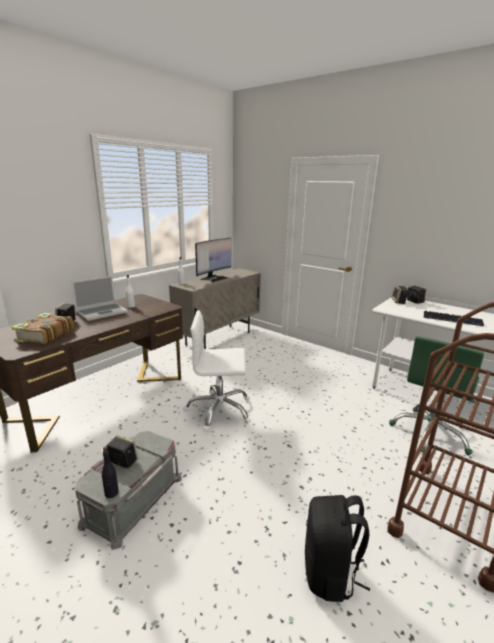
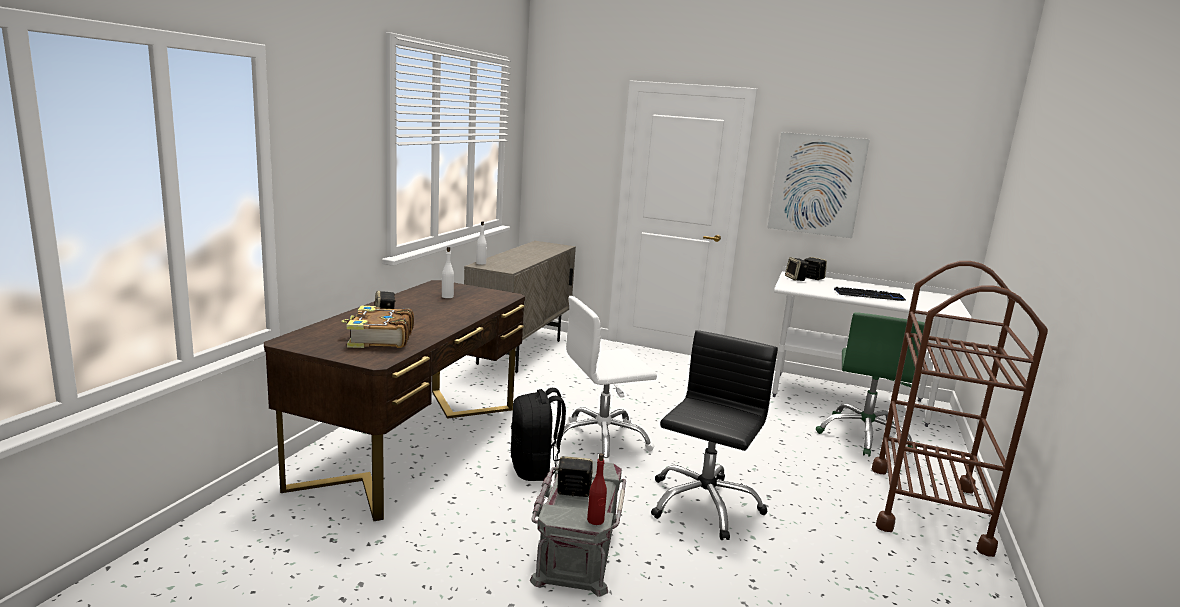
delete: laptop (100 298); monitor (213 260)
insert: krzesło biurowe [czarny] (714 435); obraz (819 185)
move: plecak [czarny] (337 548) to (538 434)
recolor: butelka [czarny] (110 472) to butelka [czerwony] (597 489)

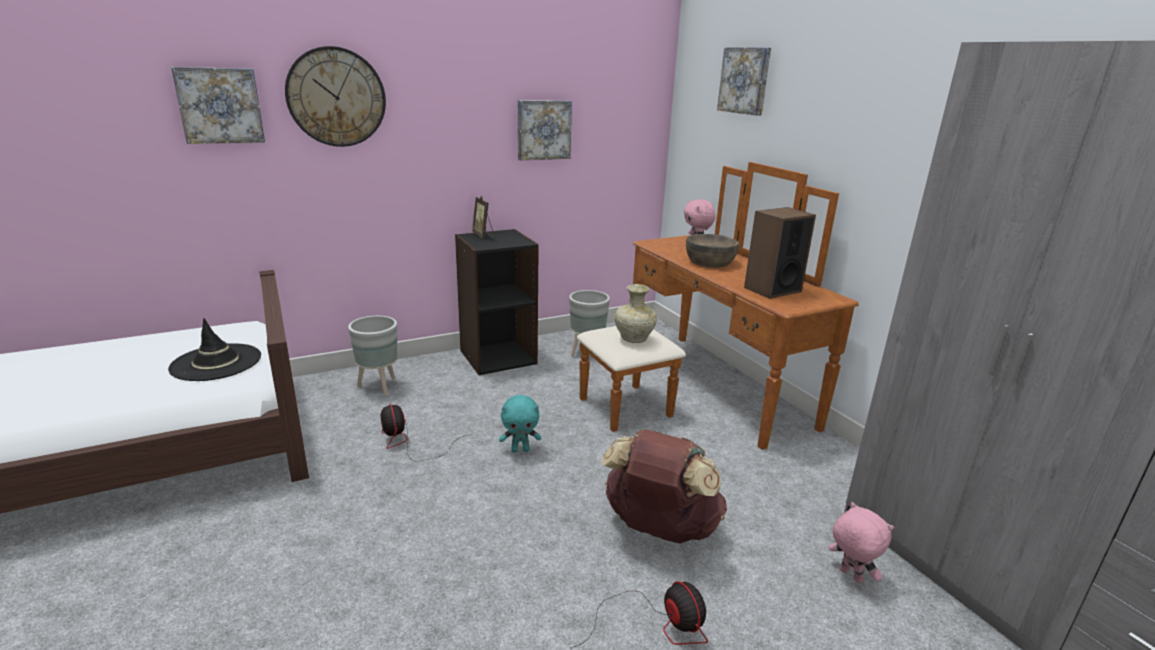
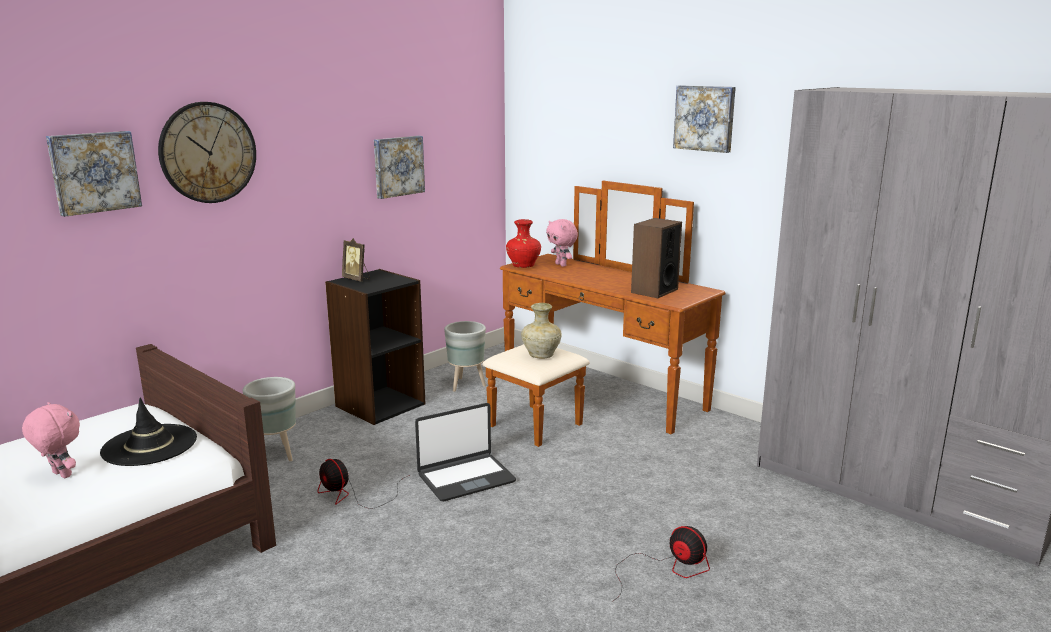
delete: plecak [brązowy] (664 486); miska [brązowy] (712 251)
insert: wazon [czerwony] (523 243)
move: obraz (744 81) to (704 119); pluszak [różowy] (861 542) to (51 440)
replace: pluszak [turkusowy] (520 423) to laptop (465 452)

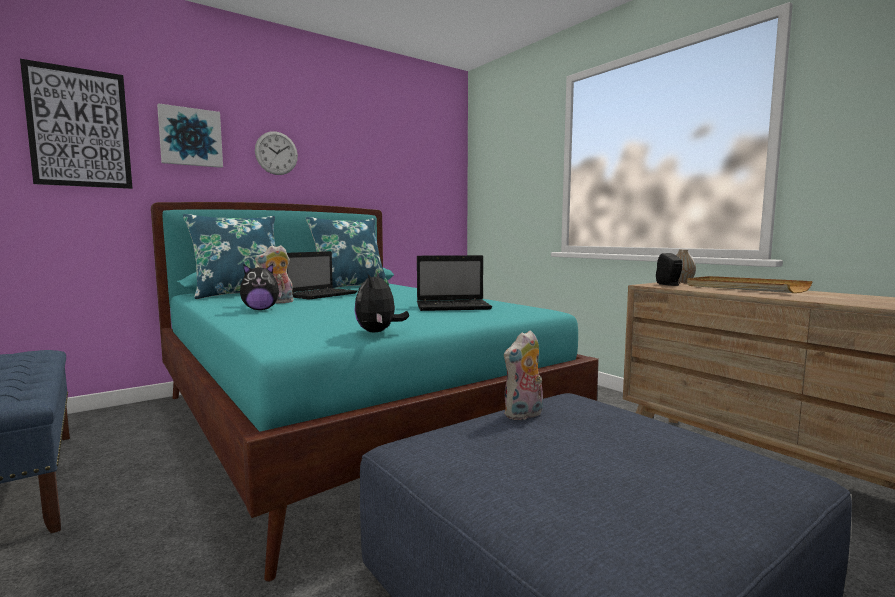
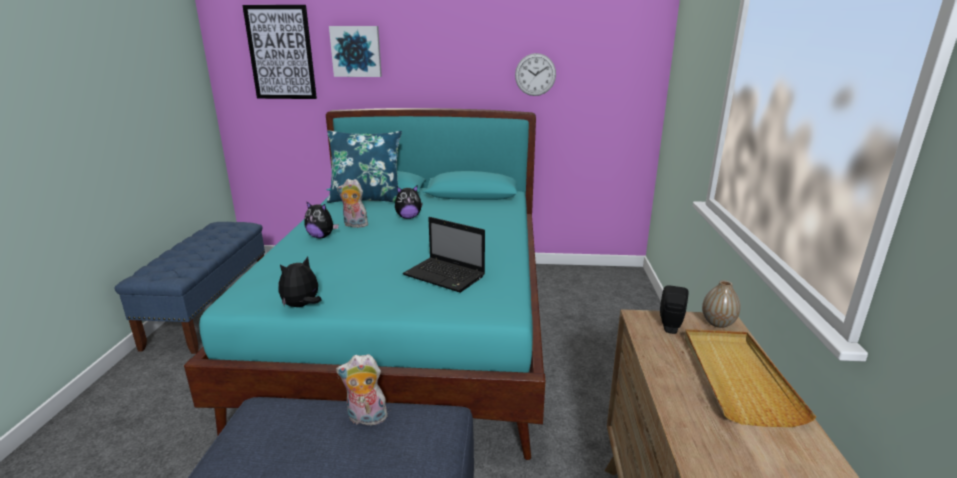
delete: poduszka [niebieski] (347 252)
move: zegar ścienny (276 153) to (535 74)
replace: laptop (322 275) to pluszak (409 202)

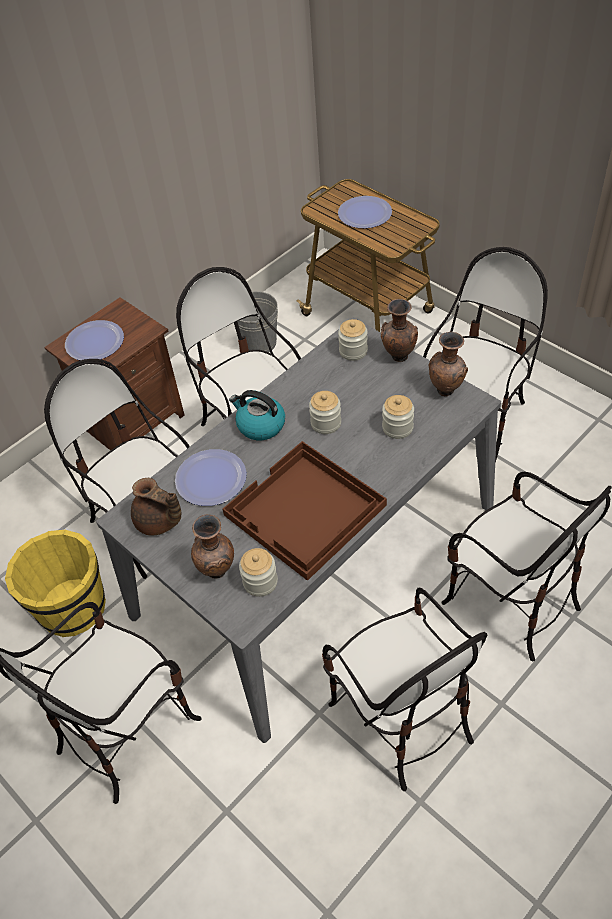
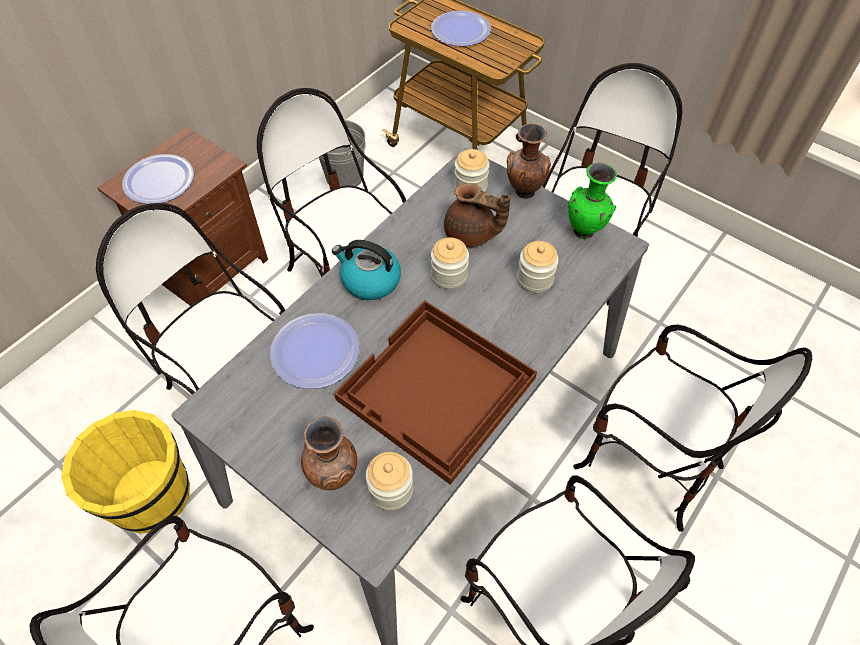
move: imbryk [brązowy] (156 507) to (477 215)
recolor: wazon [brązowy] (448 364) to wazon [zielony] (592 200)

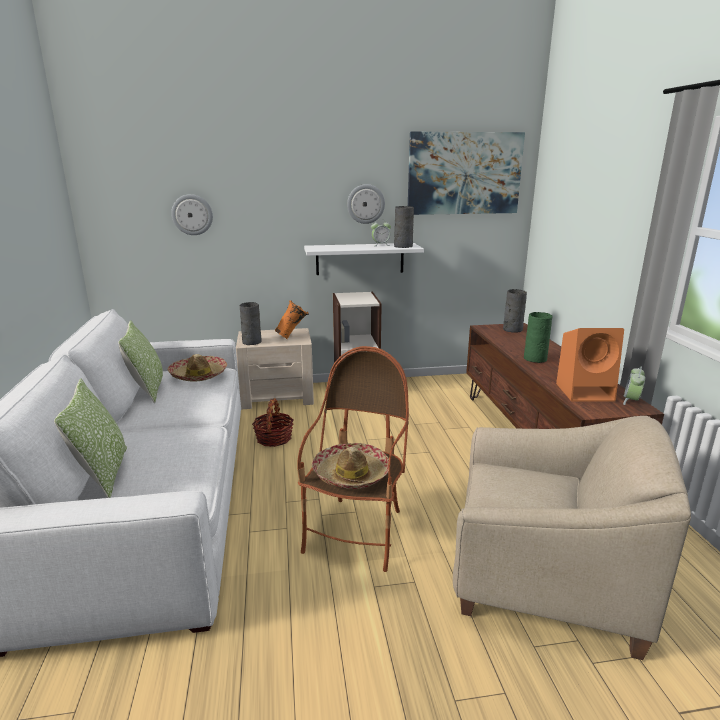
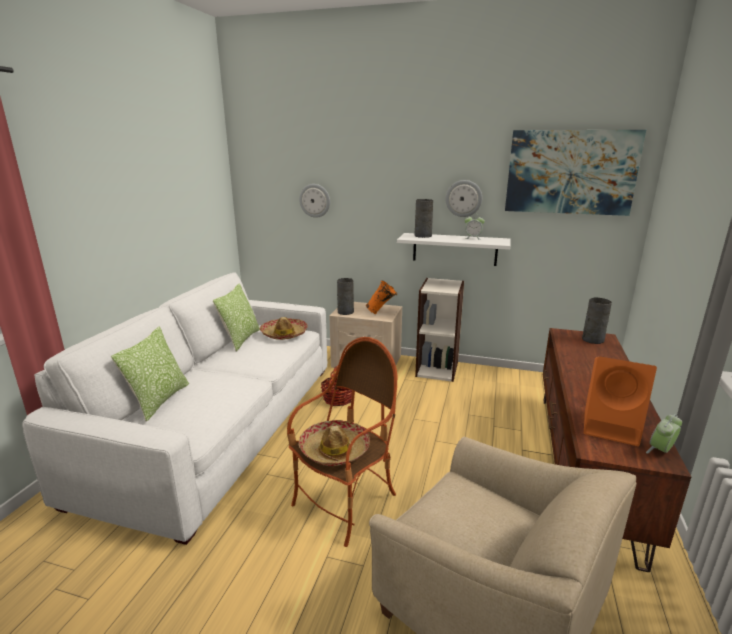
delete: wazon [zielony] (538 337)
move: wazon [szary] (404 227) to (424 218)

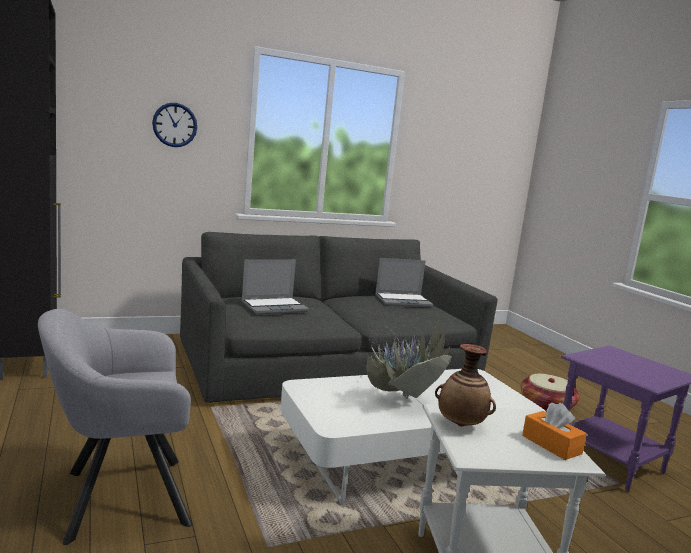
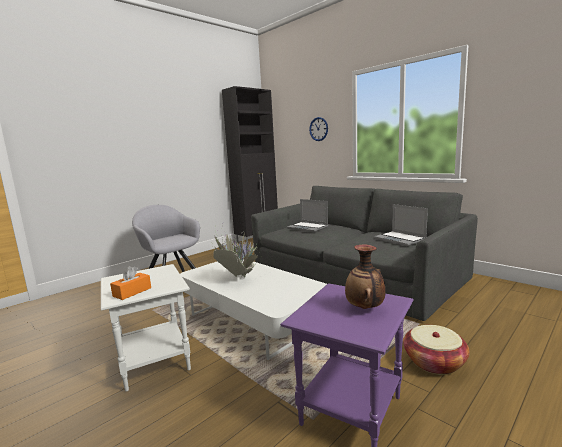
move: wazon (465 385) to (365 276)

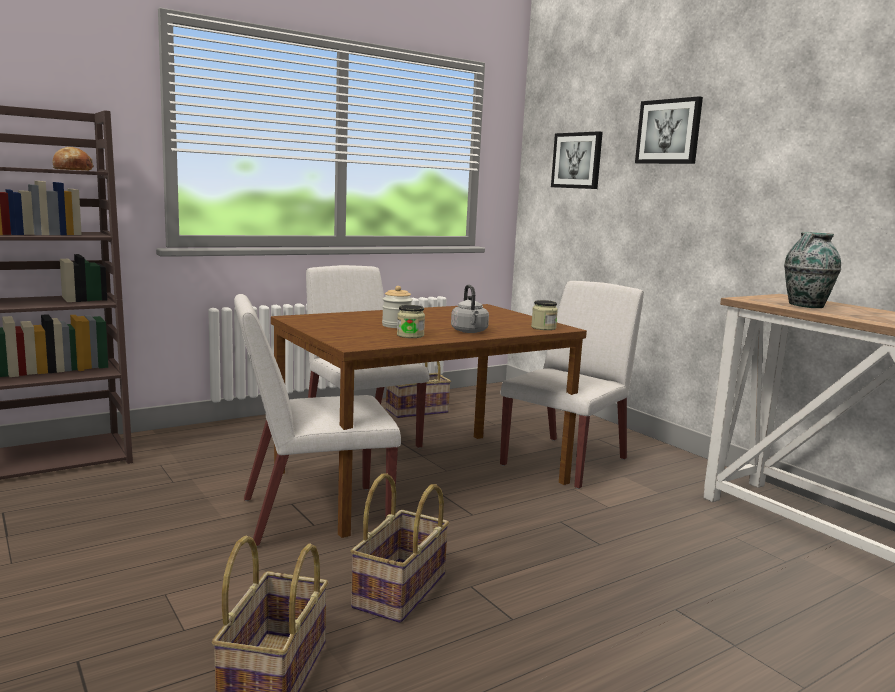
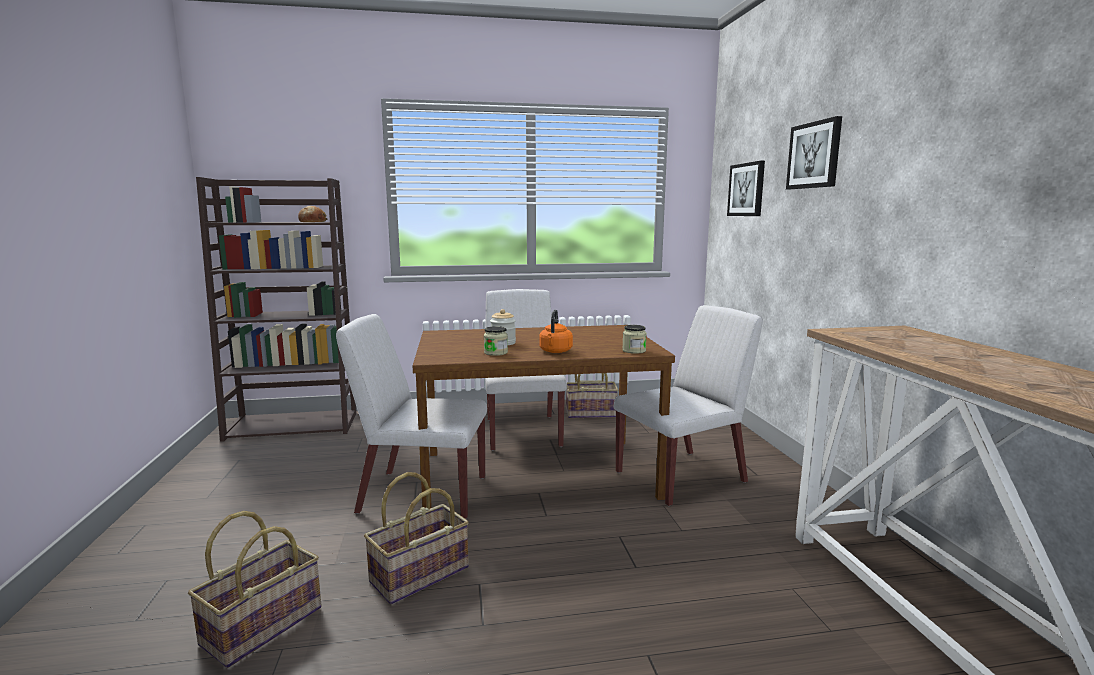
delete: wazon (812 270)
recolor: czajnik [szary] (470 309) to czajnik [pomarańczowy] (556 331)

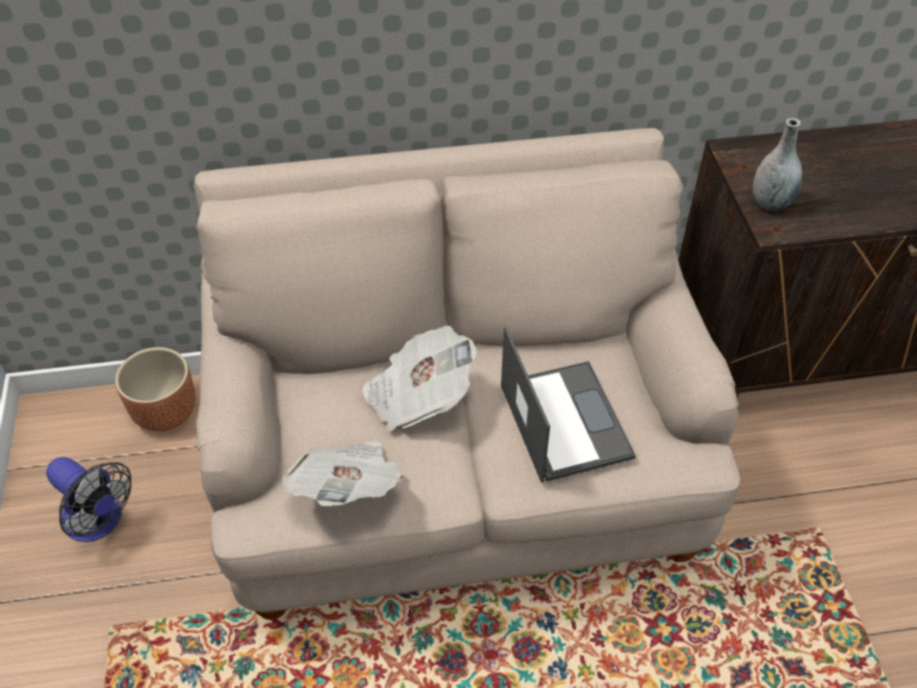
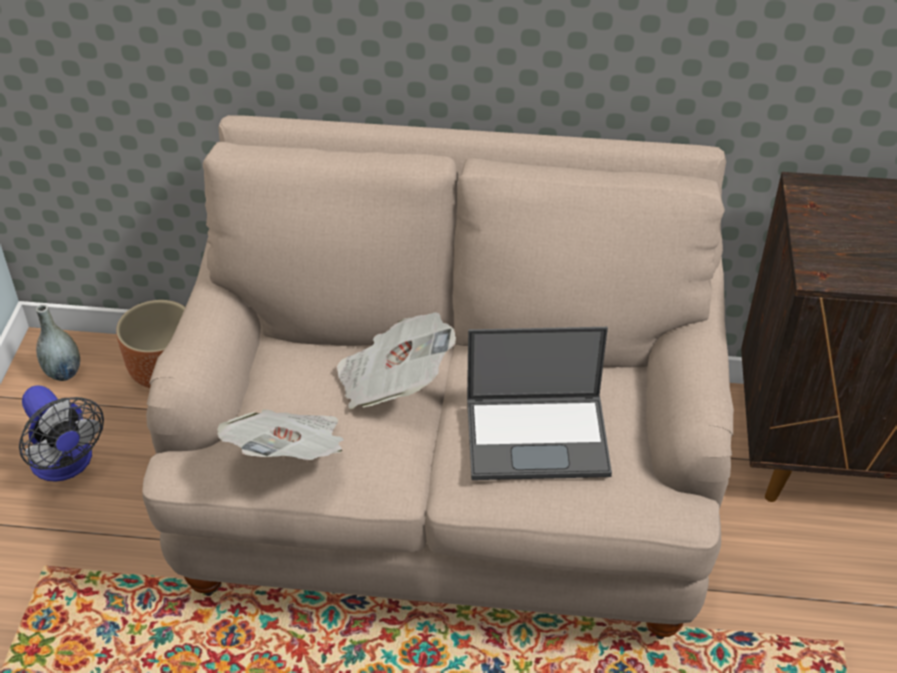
move: wazon [szary] (777 164) to (58 342)
rotate: laptop (568 404) = (539 403) 90 degrees clockwise

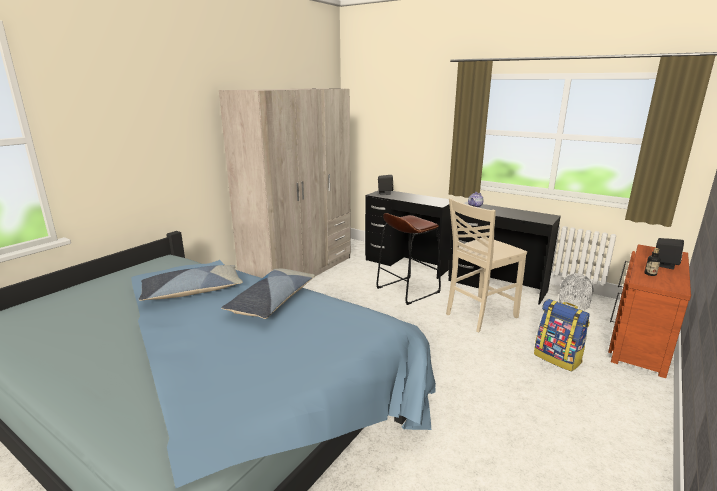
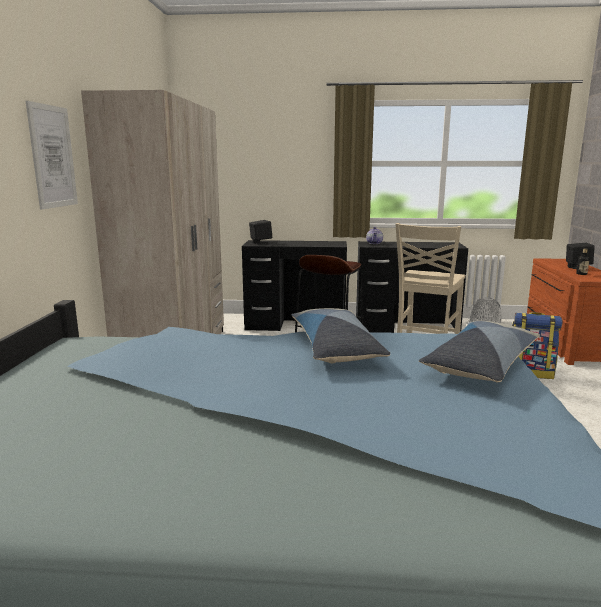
insert: obraz (52 155)
move: poduszka (191 283) to (479 351)

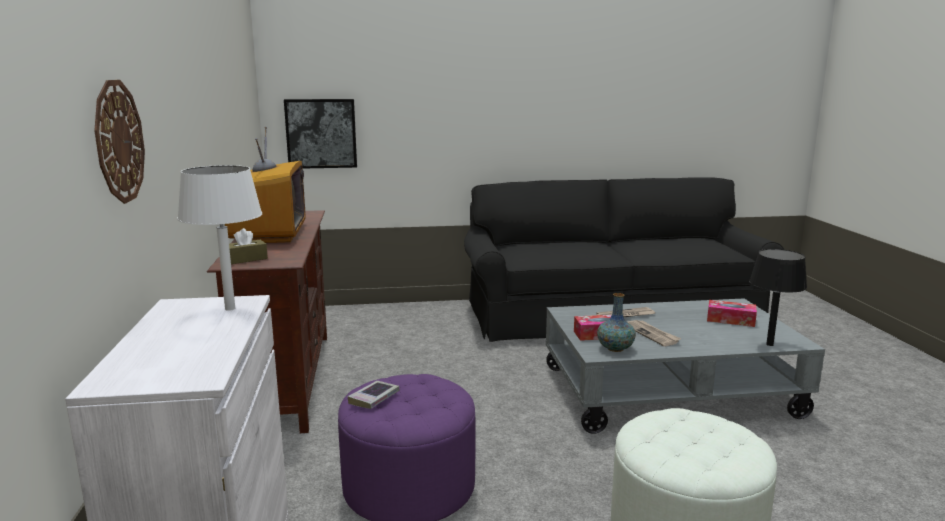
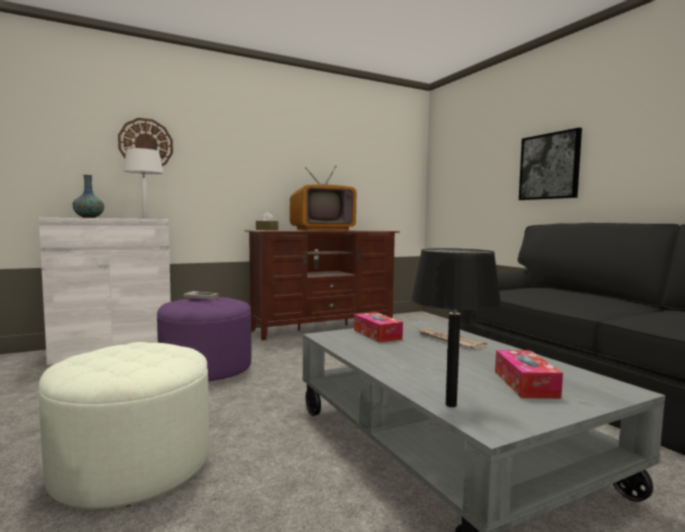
delete: gazeta (654 333)
move: obraz (320 134) to (550 164); wazon (616 322) to (88 196)

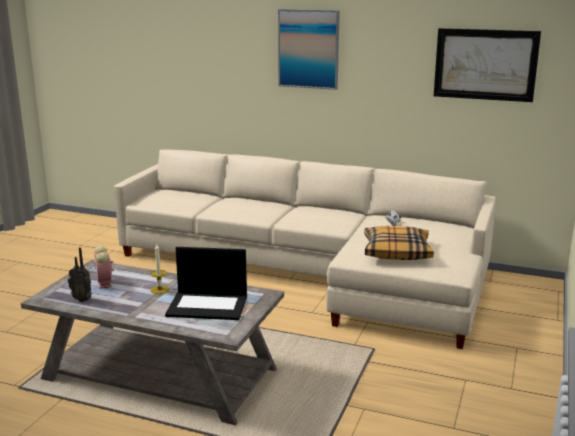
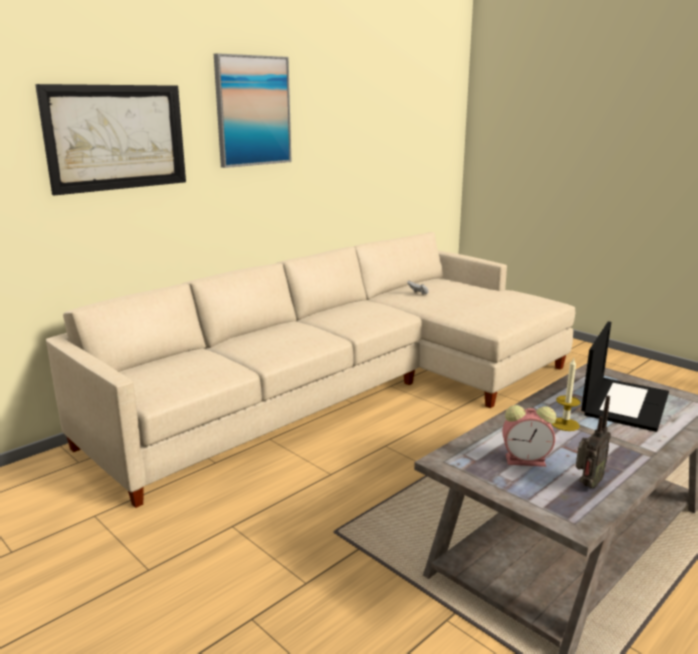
delete: poduszka (399 243)
move: obraz (487 65) to (110 140)

